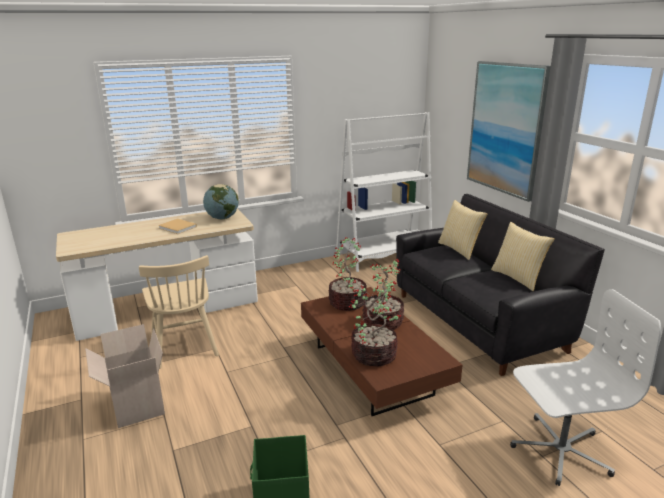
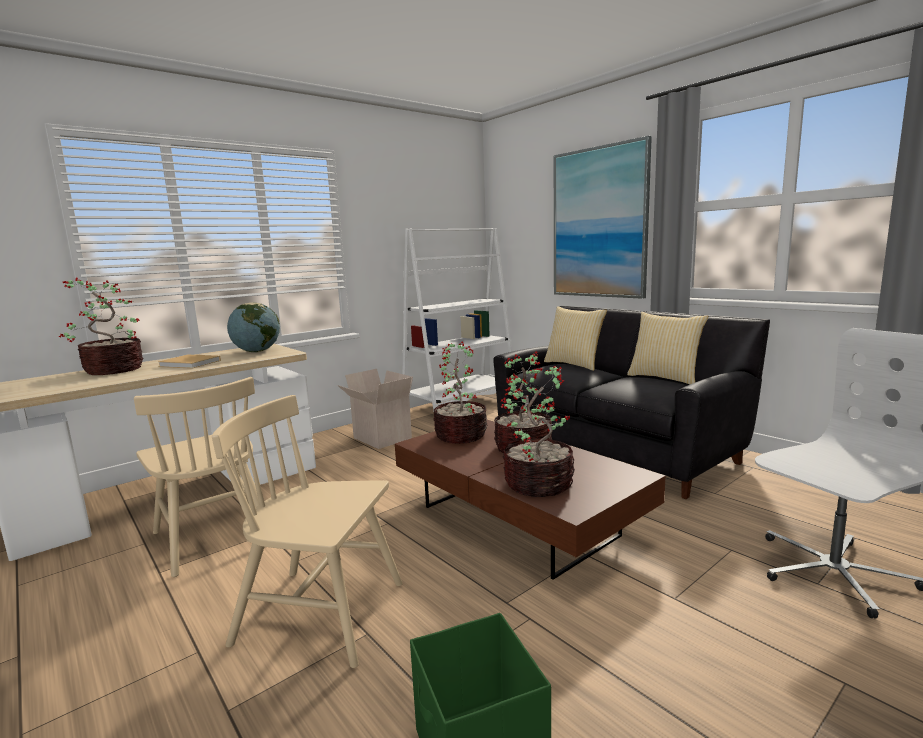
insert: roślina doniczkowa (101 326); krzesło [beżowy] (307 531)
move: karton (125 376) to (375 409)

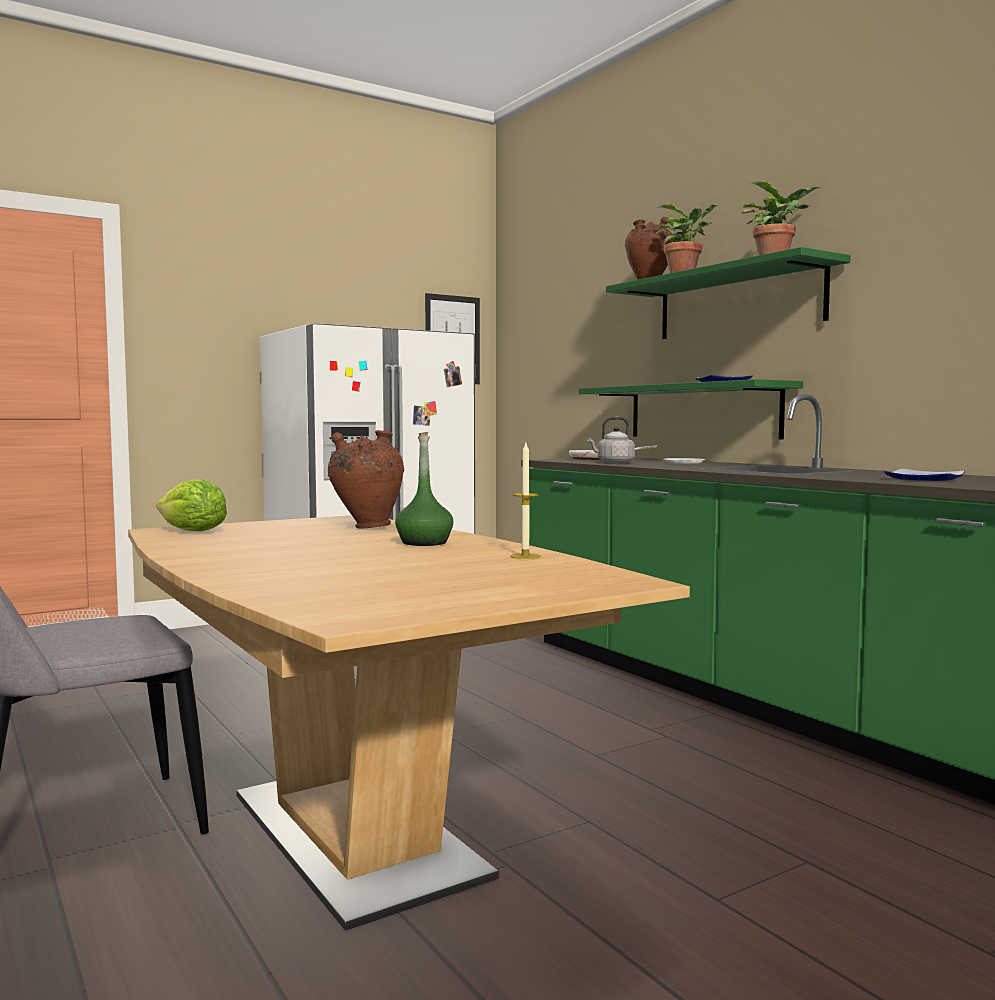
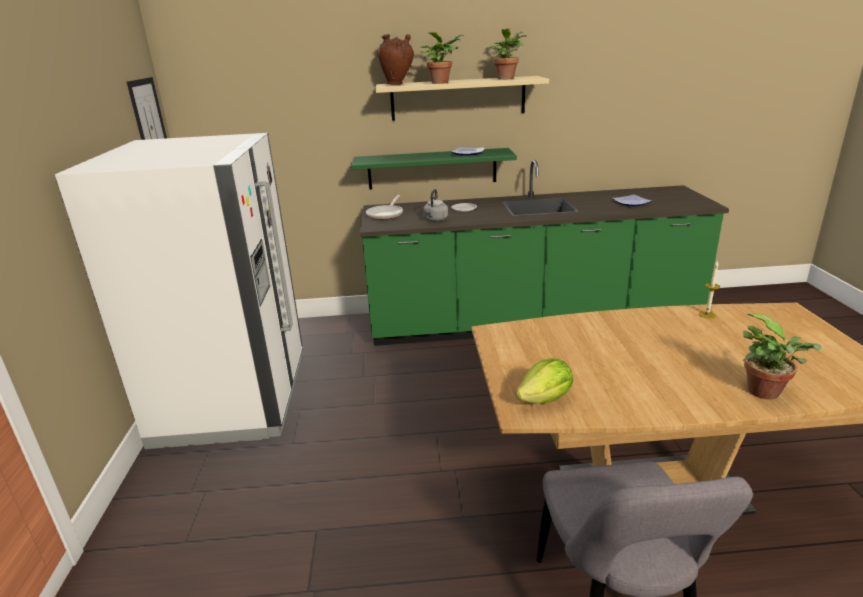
delete: wazon [brązowy] (366 479); butelka [zielony] (424 489)
insert: roślina doniczkowa (782 356)
recolor: półka [zielony] (728 293) to półka [beżowy] (462 98)

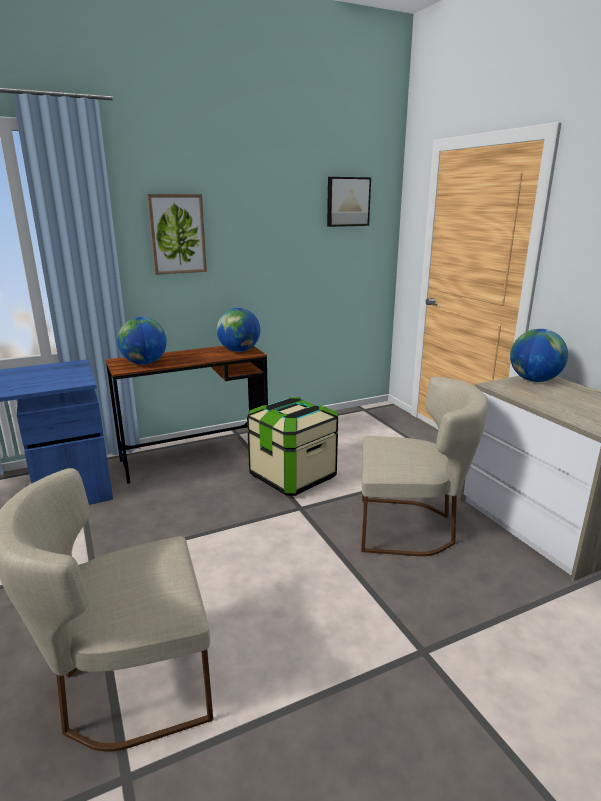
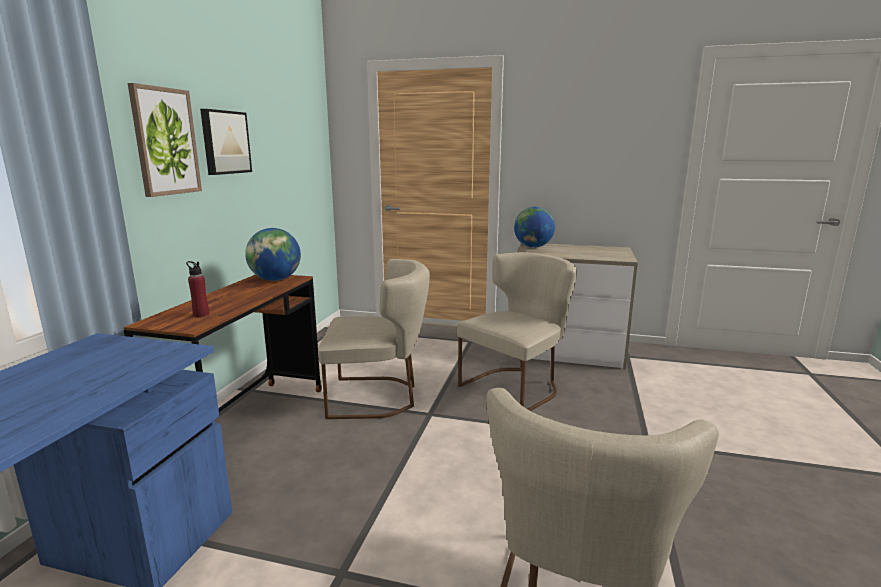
move: obraz (349 202) to (226 142)
replace: globus (142 341) to butelka [czerwony] (197 289); pojemnik do przechowywania (292 446) to krzesło [beżowy] (374 339)

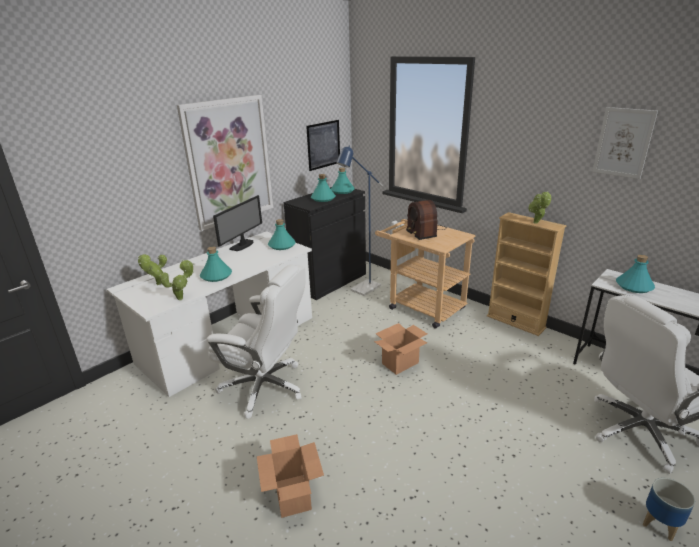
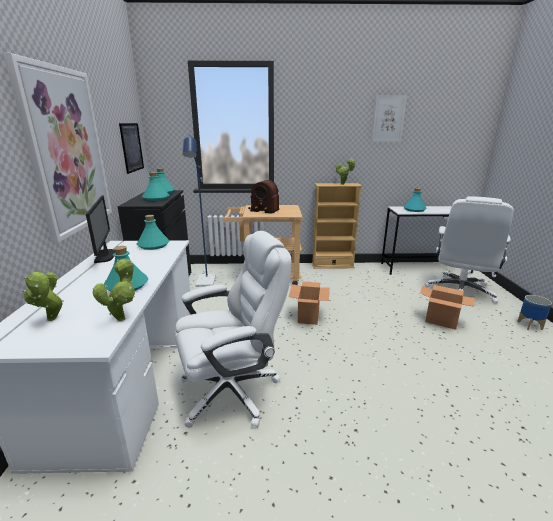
move: karton (290 476) to (447 307)

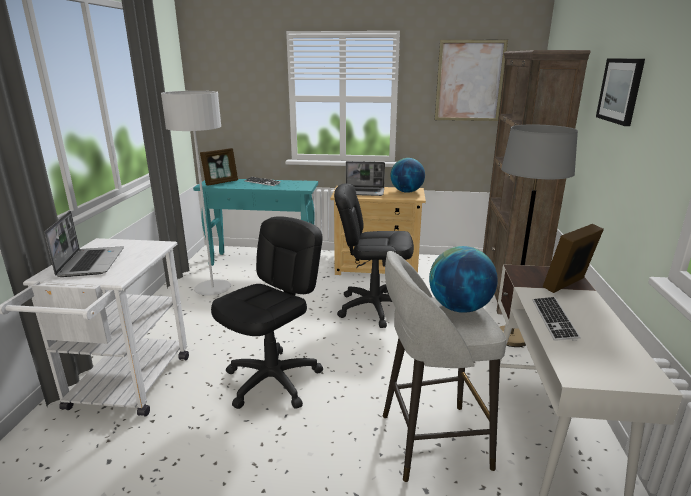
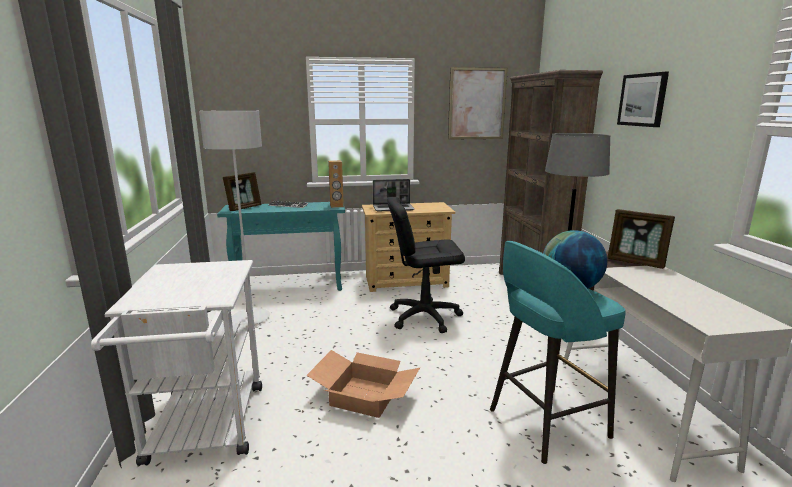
delete: laptop (84 244); globus (407 175); klawiatura (556 319)
insert: głośnik [brązowy] (336 184)
replace: krzesło biurowe [czarny] (267 312) to karton (363 384)
recolor: stołek [szary] (444 366) to stołek [turkusowy] (558 352)
rotate: ramka na zdjęcie (573 258) = (641 239) 90 degrees counterclockwise

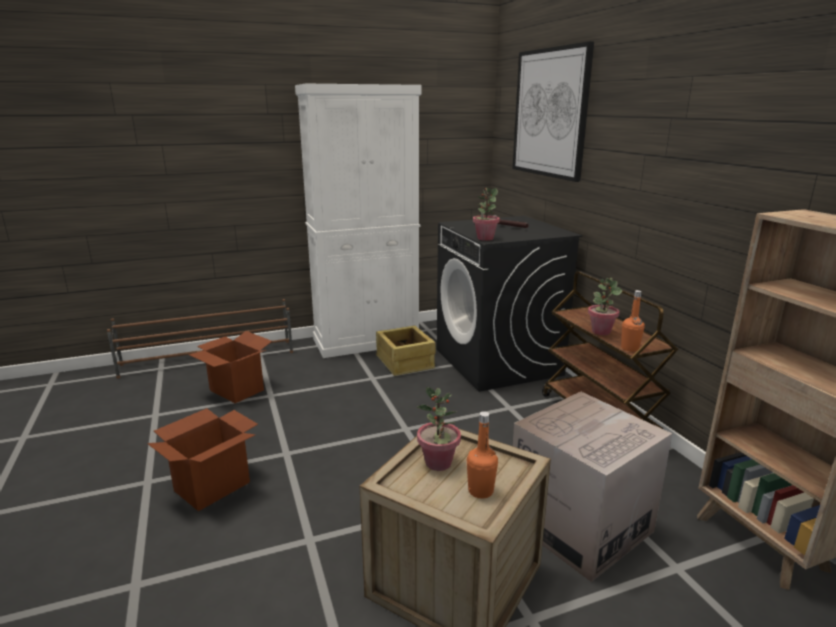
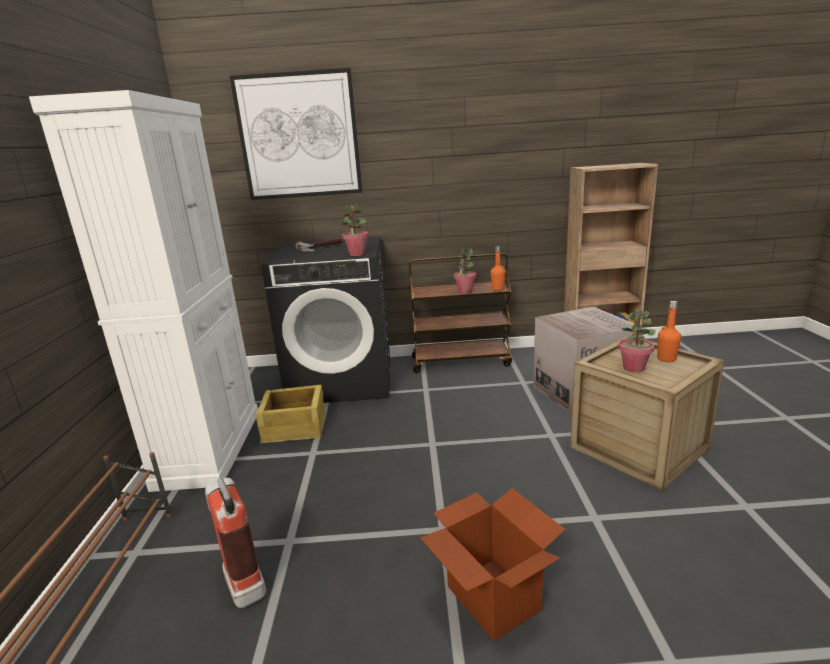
replace: karton (230 367) to gaśnica (235 543)

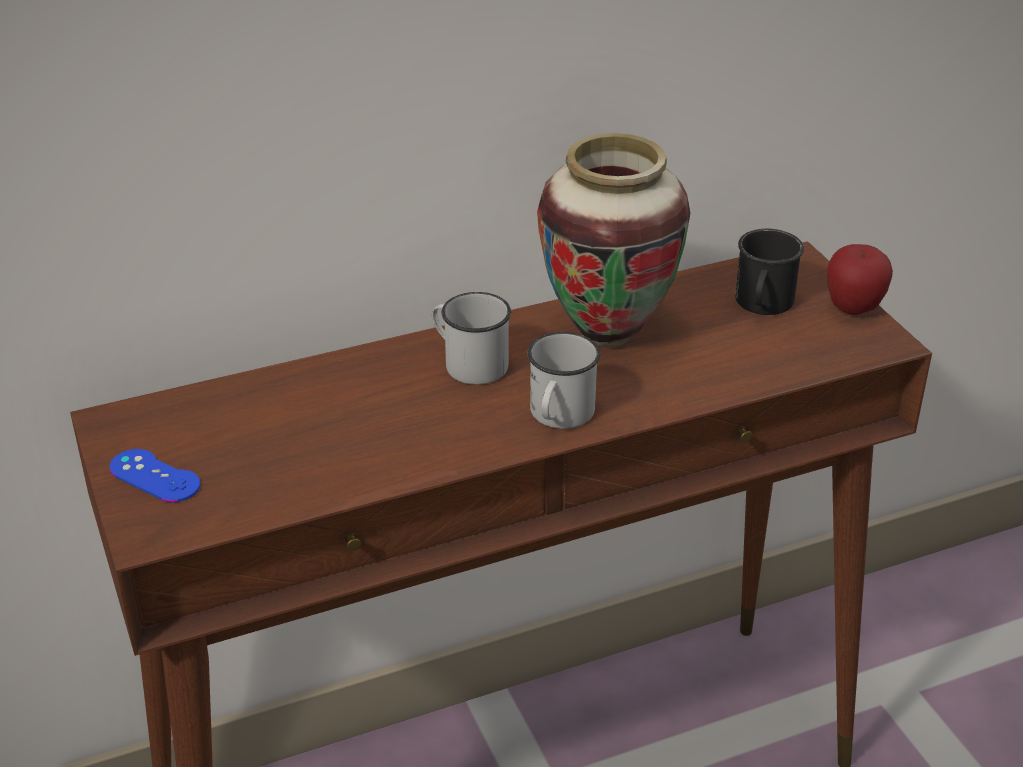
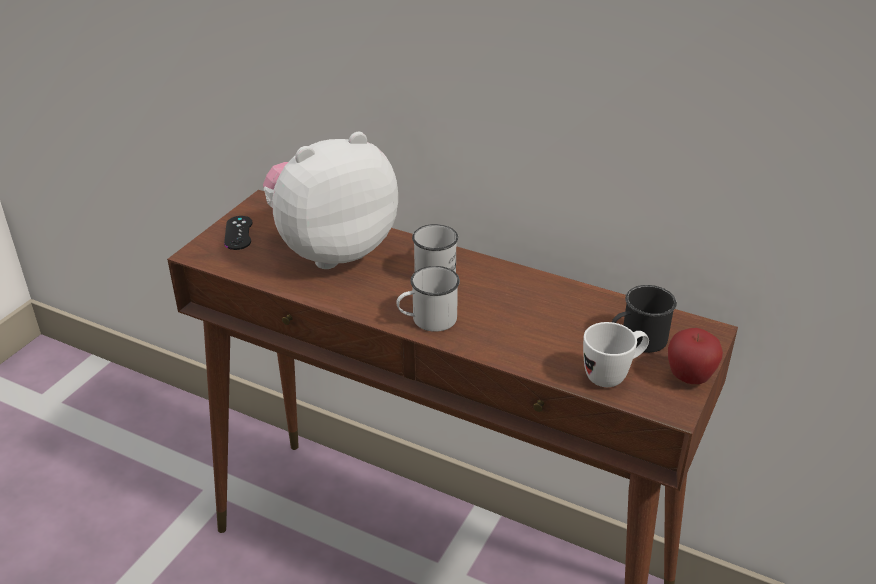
delete: wazon (613 240)
insert: pluszak (330 200); kubek [biały] (616 354)
recolor: pad do gier [niebieski] (155 475) to pad do gier [czarny] (238 233)

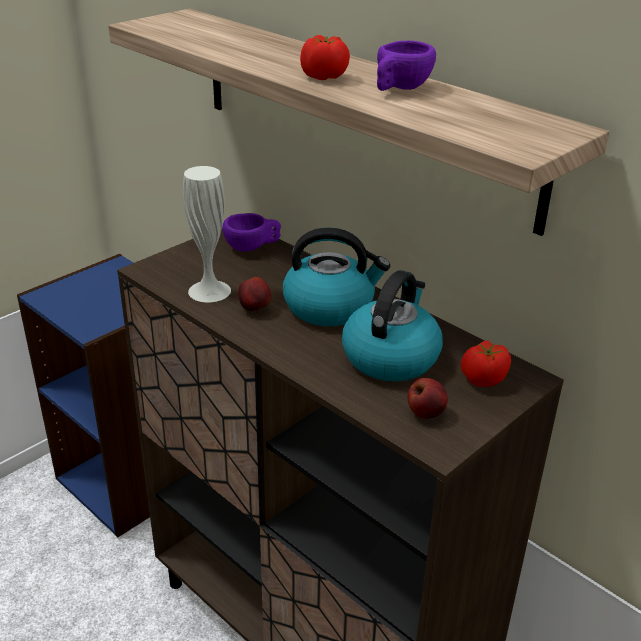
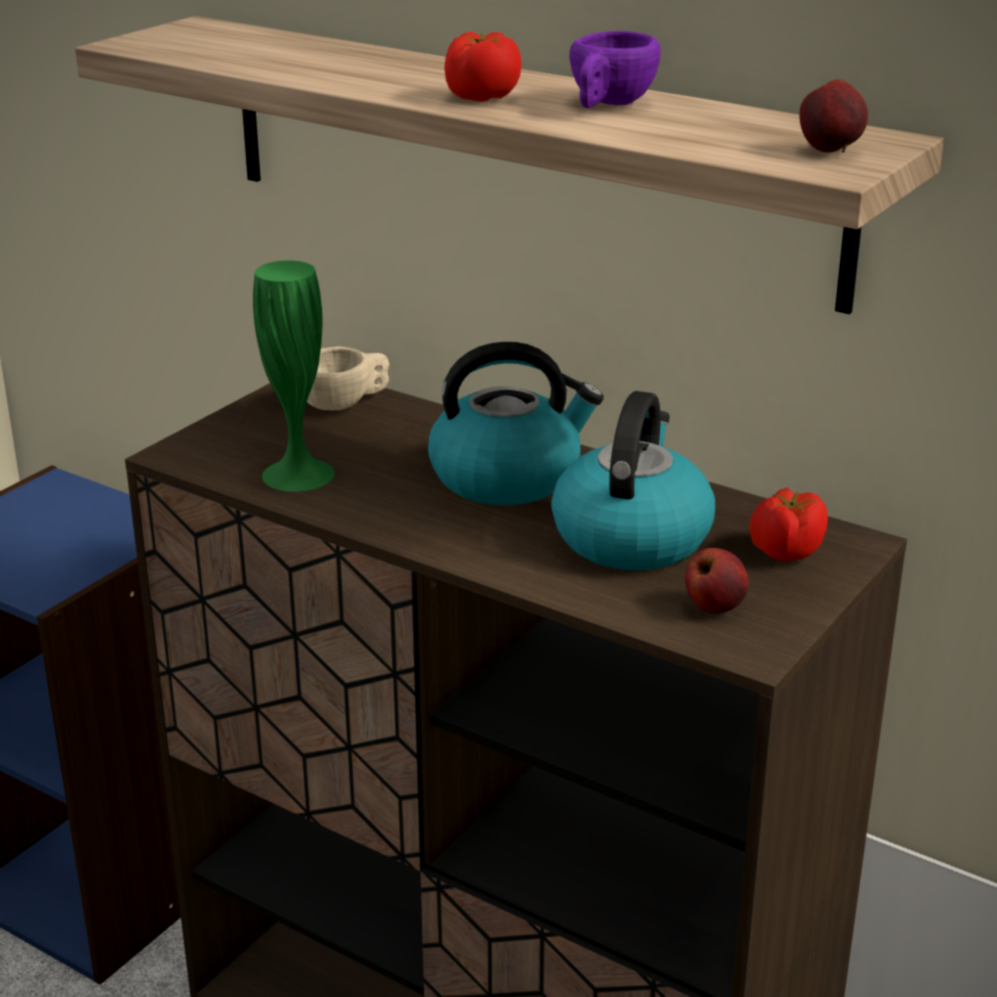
move: jabłko (254 295) to (833 116)
recolor: wazon [biały] (207 234) to wazon [zielony] (294 376); filiżanka [fioletowy] (251 232) to filiżanka [beżowy] (348 378)

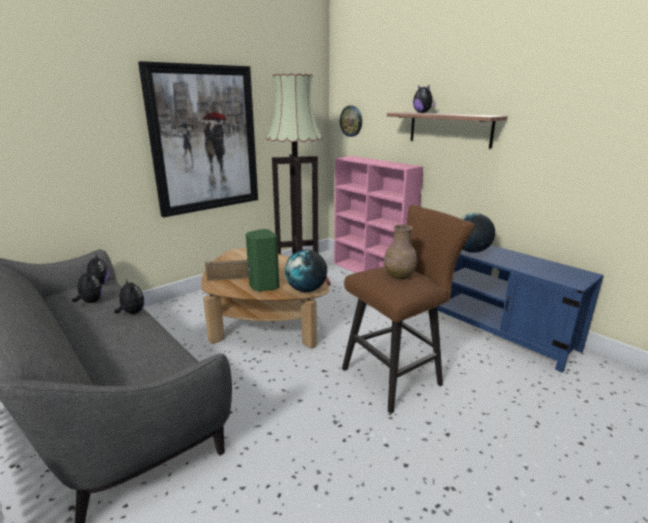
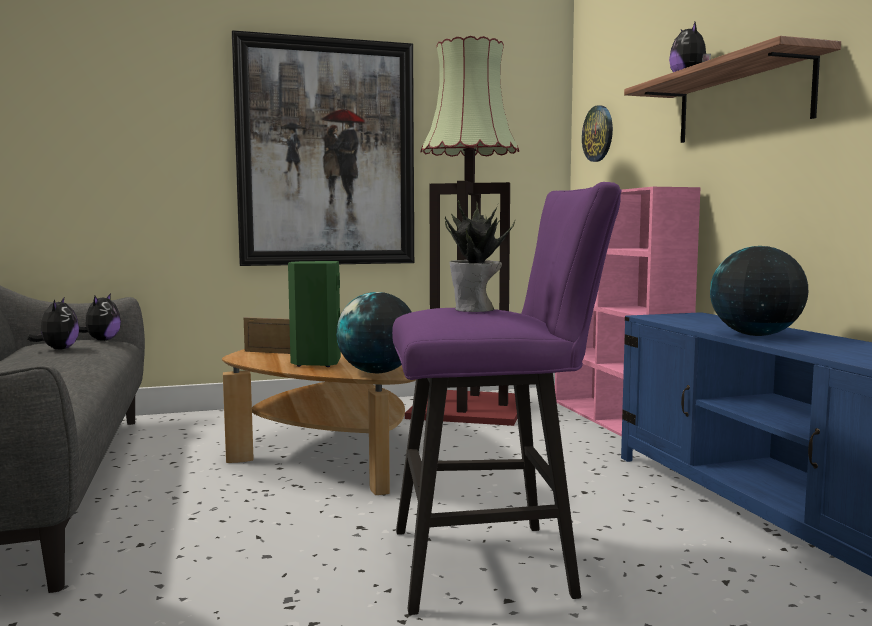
delete: pluszak (129 296)
replace: wazon [brązowy] (400 251) to roślina doniczkowa (480 256)
recolor: stołek [brązowy] (408 309) to stołek [fioletowy] (507 398)

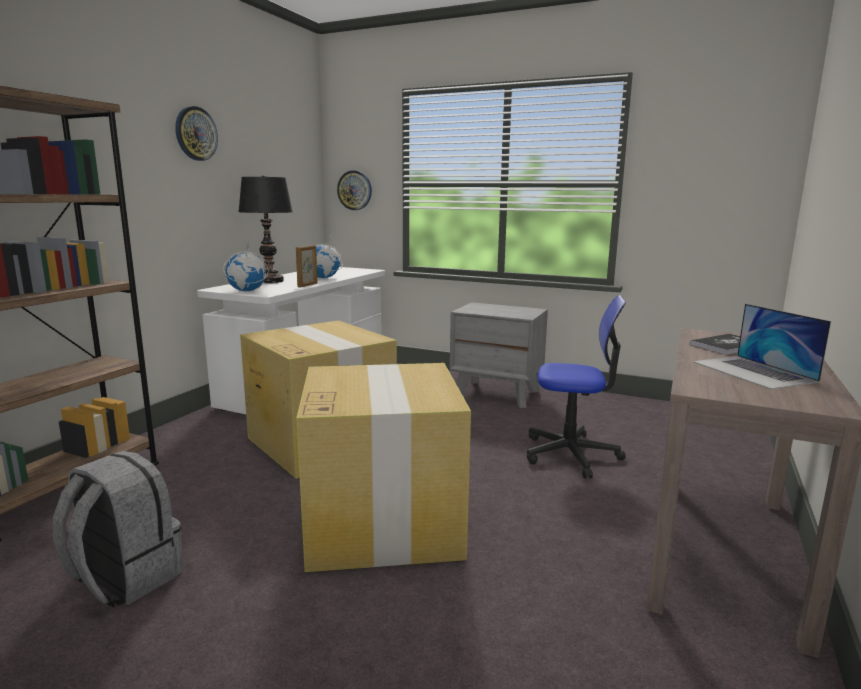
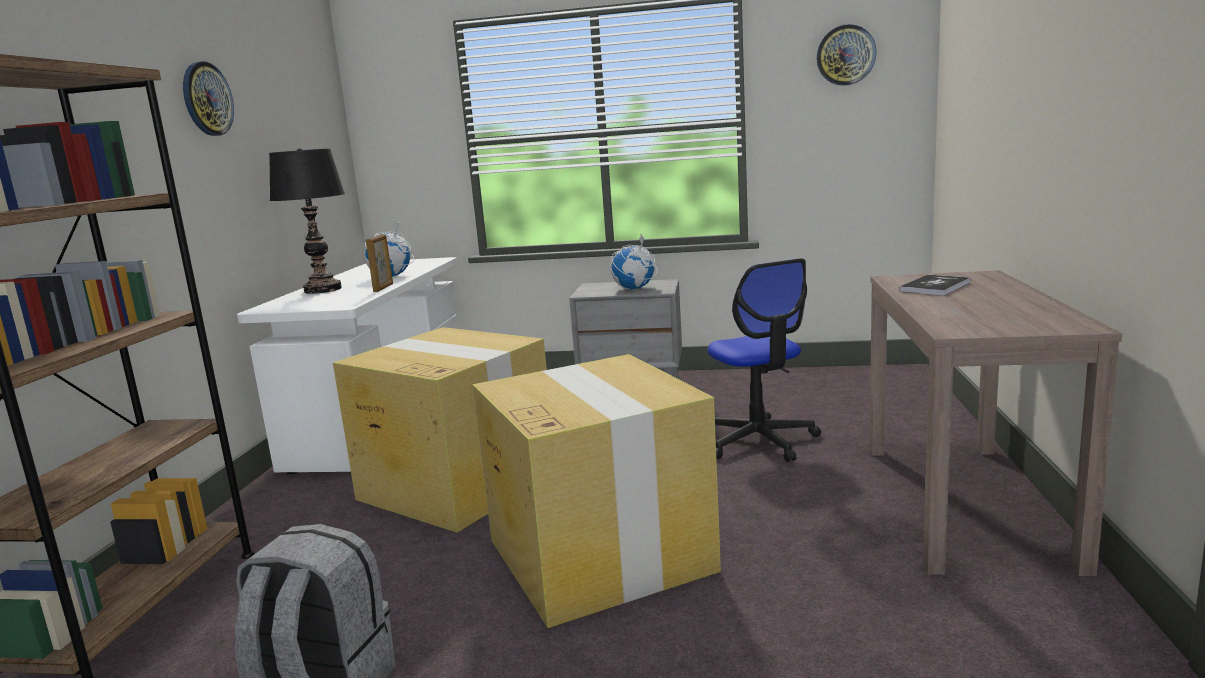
delete: laptop (762 347)
move: globus (246 266) to (634 261); zegar ścienny (354 190) to (846 55)
rotate: krzesło biurowe (576 386) = (764 360) 75 degrees clockwise

